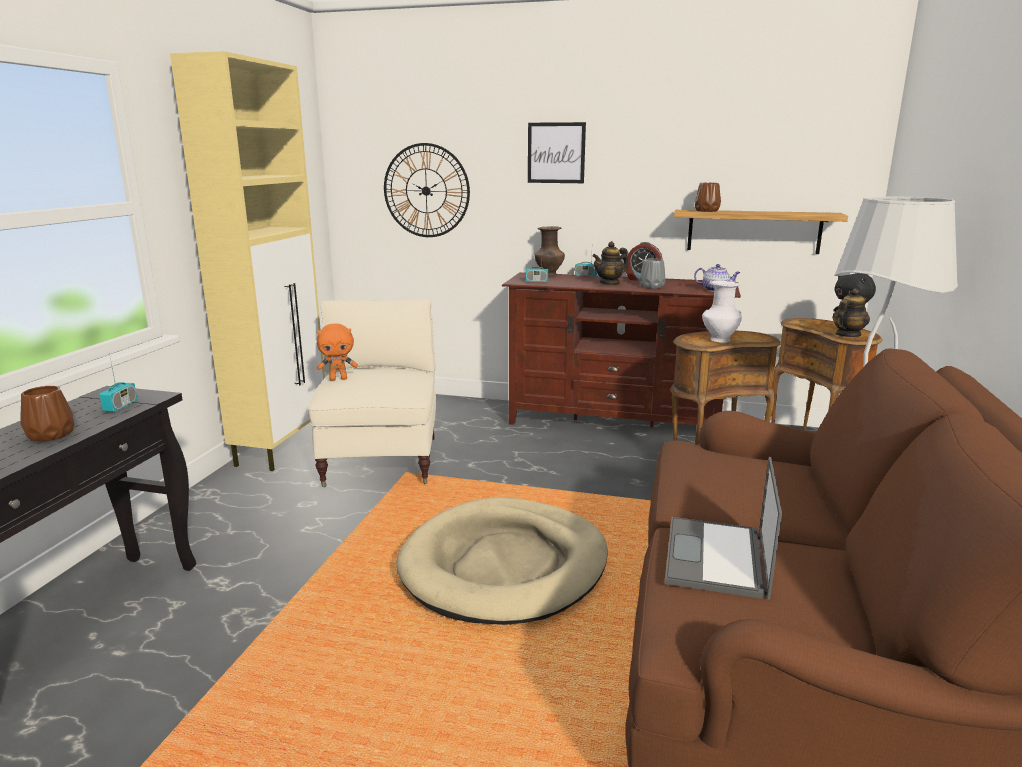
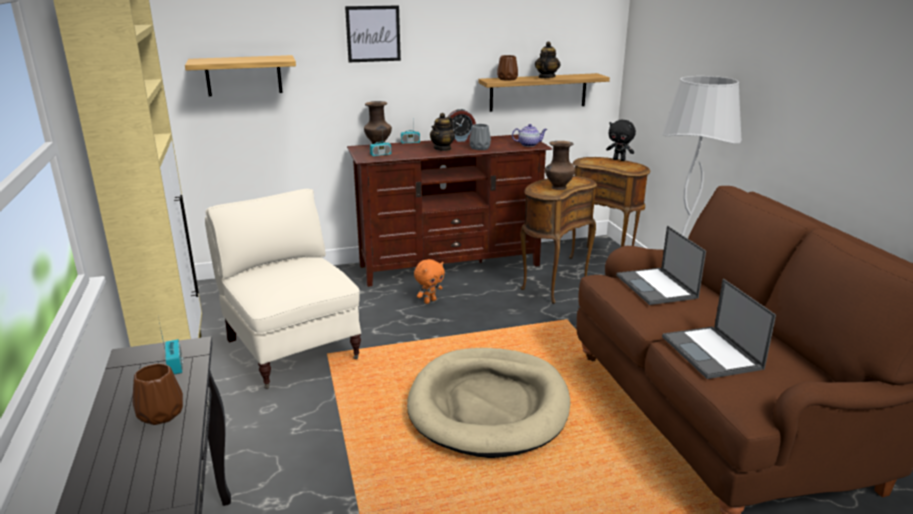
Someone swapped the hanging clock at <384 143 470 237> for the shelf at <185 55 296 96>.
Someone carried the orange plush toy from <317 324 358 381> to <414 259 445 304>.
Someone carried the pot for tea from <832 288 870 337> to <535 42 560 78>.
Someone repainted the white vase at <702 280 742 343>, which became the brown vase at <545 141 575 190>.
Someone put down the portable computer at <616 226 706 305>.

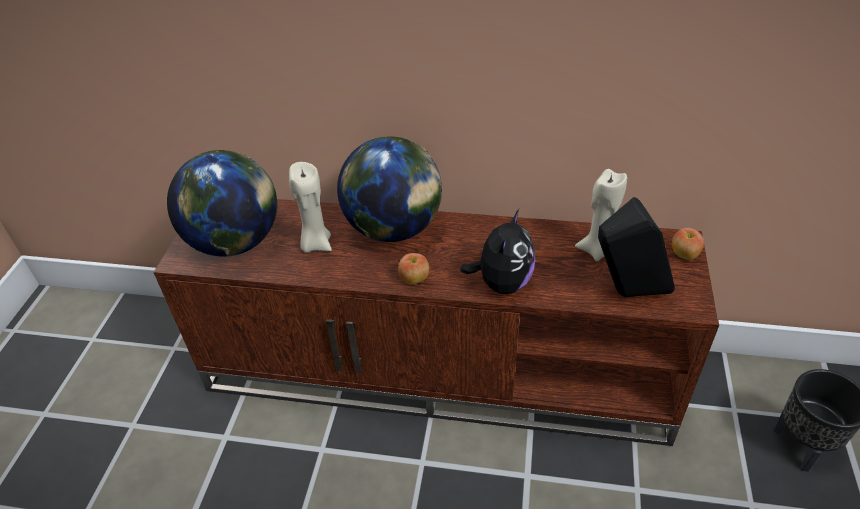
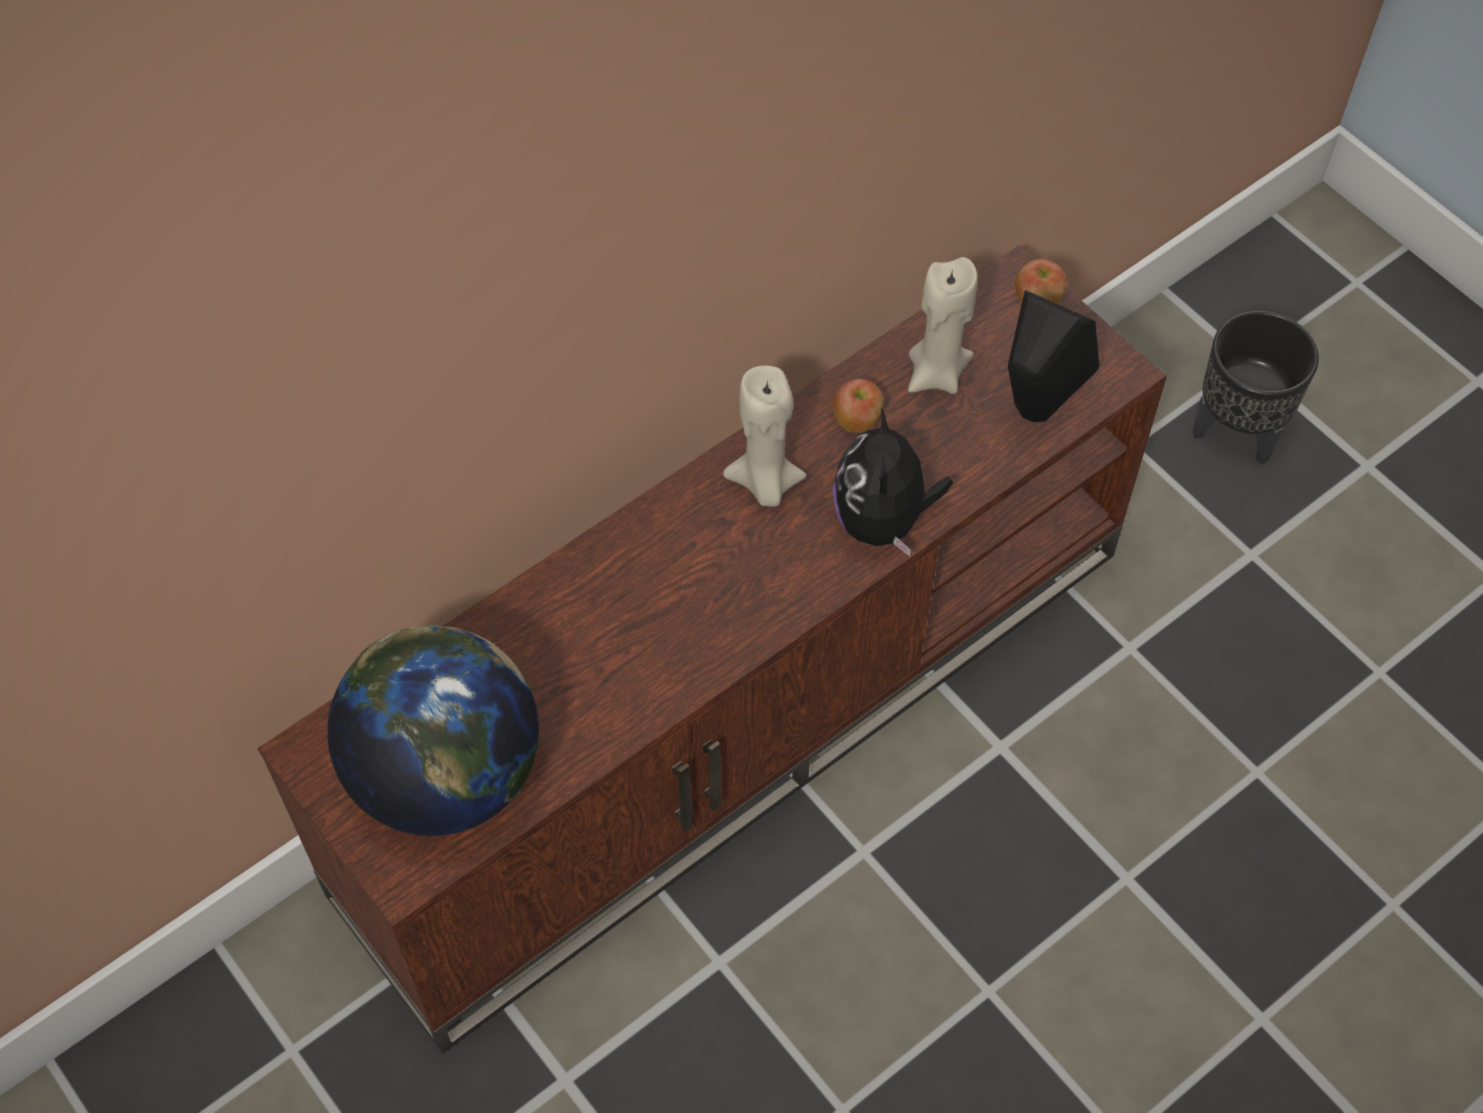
Someone carried the beige-coloured wax light from <289 162 332 253> to <723 366 806 507>.
Someone rotated the plush toy at <460 209 536 294> by 150 degrees counterclockwise.
Someone carried the whole apple from <398 253 429 285> to <833 379 883 433>.
Someone took away the globe at <337 136 442 242>.

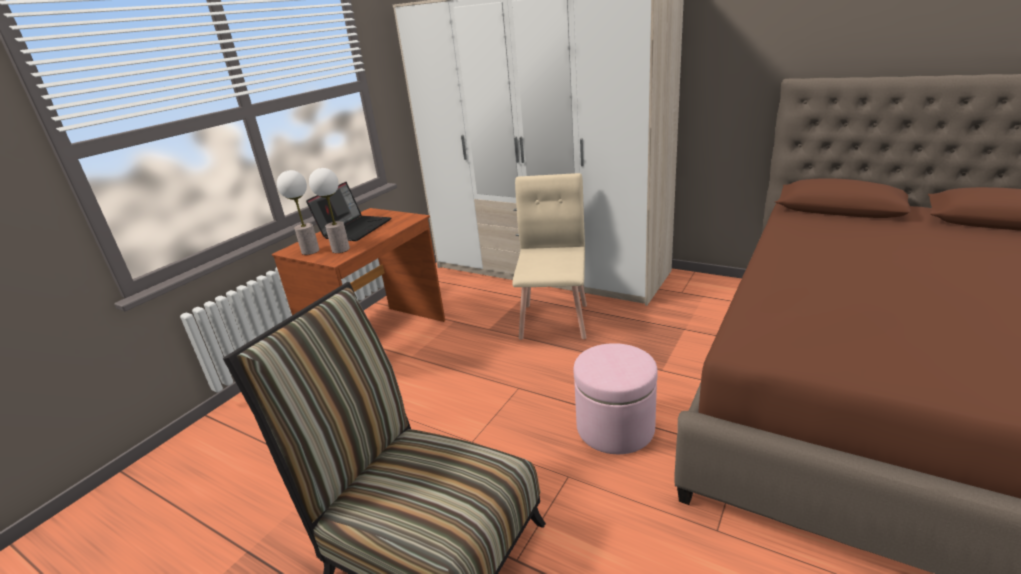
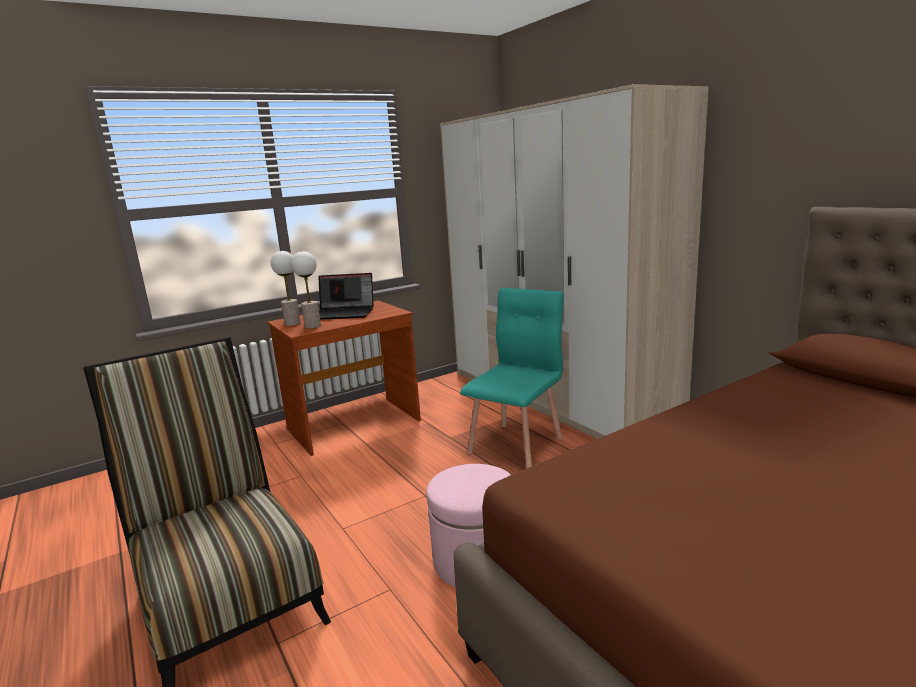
Someone rotated the portable computer at <306 182 391 241> by 45 degrees clockwise.
Someone repainted the beige-coloured chair at <512 173 587 340>, which became the turquoise-coloured chair at <460 288 563 469>.

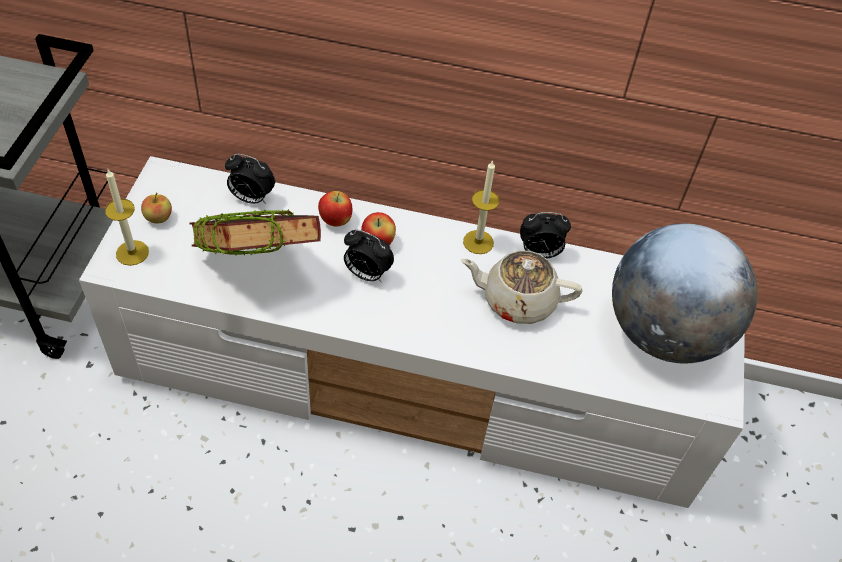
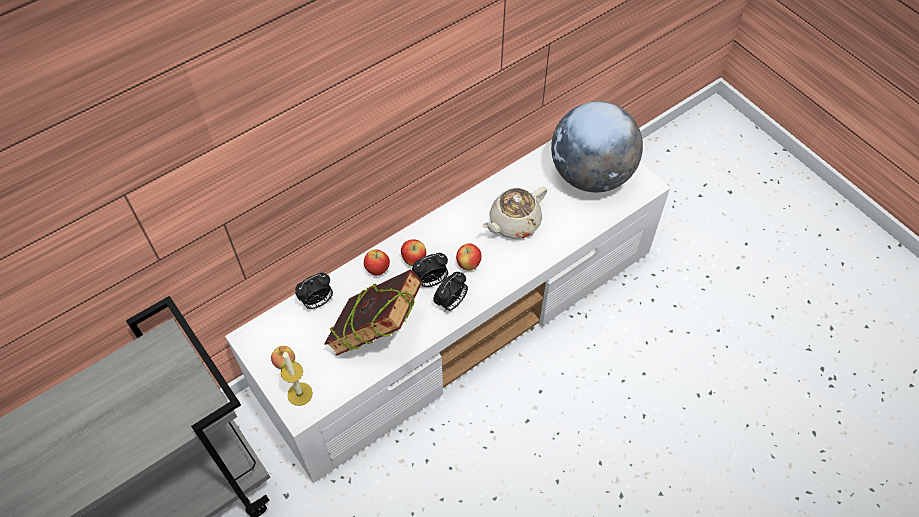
Someone carried the alarm clock from <520 212 571 259> to <433 272 468 311>.
Someone put down the whole apple at <456 243 482 270>.
Someone took away the wax light at <463 160 499 254>.

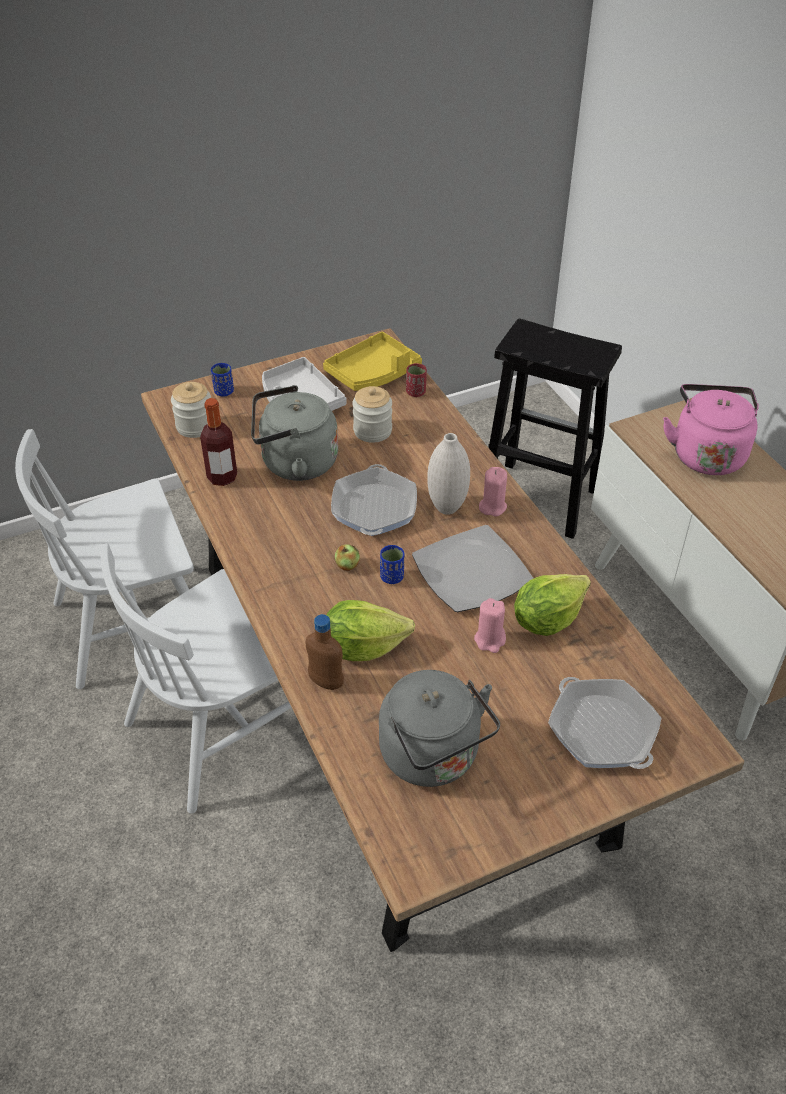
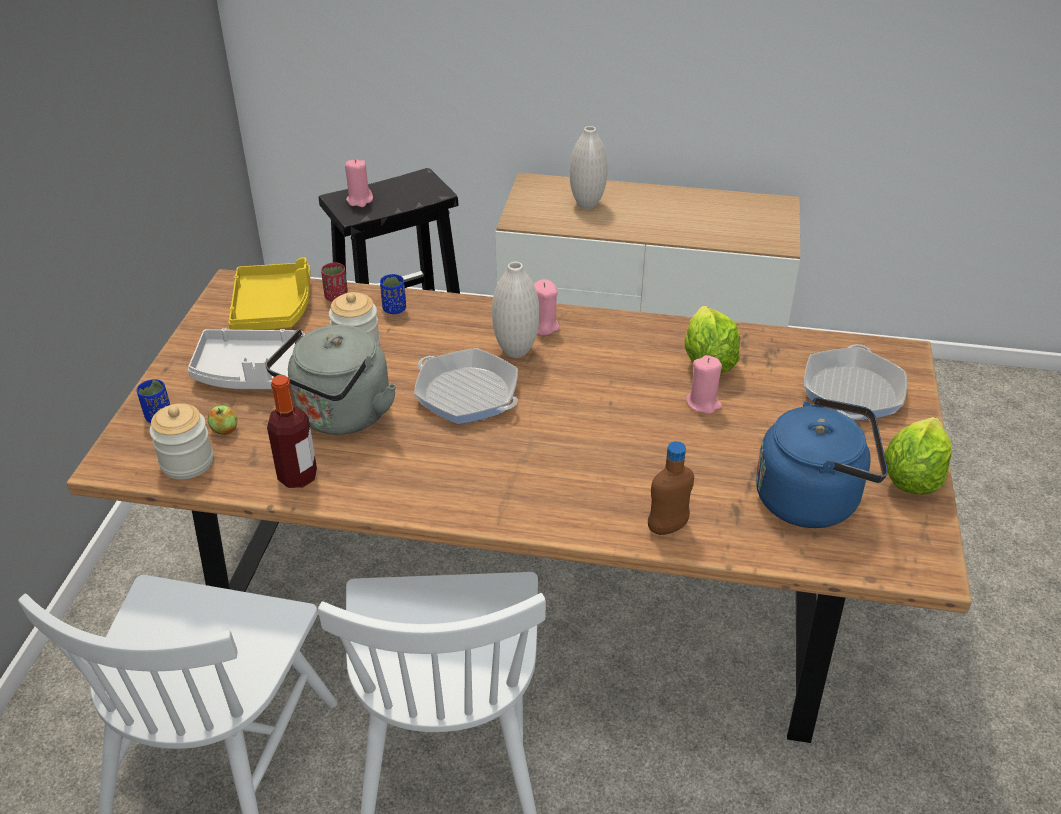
Someone carried the whole apple from <335 545 360 571> to <208 405 237 435>.
Someone put down the pink-coloured wax light at <345 159 373 207>.
Someone carried the blue drinking cup from <380 545 404 584> to <380 274 406 314>.
Someone swapped the pink-coloured kettle at <663 384 759 475> for the white vase at <569 126 608 209>.
Someone repainted the gray kettle at <379 670 500 787>, which became the blue kettle at <756 397 888 528>.
Someone rotated the skillet at <548 677 661 769> by 105 degrees clockwise.
Someone carried the head of lettuce from <326 600 415 661> to <884 417 952 494>.
Someone took away the plate at <412 525 534 612>.

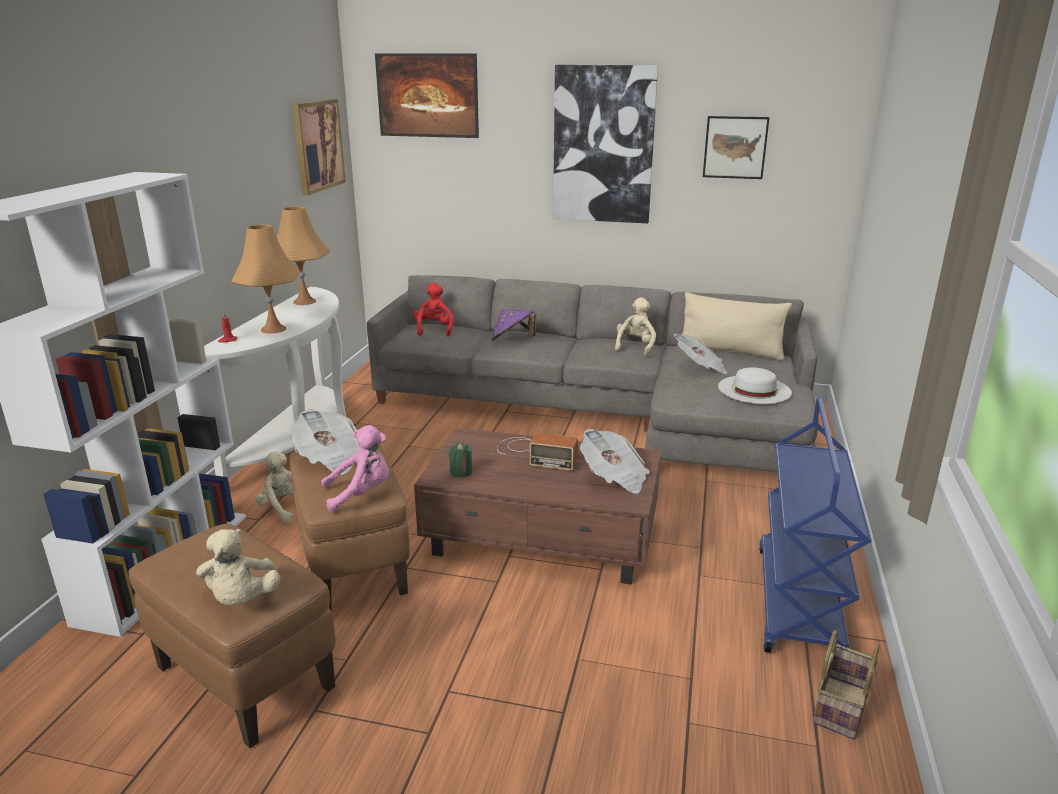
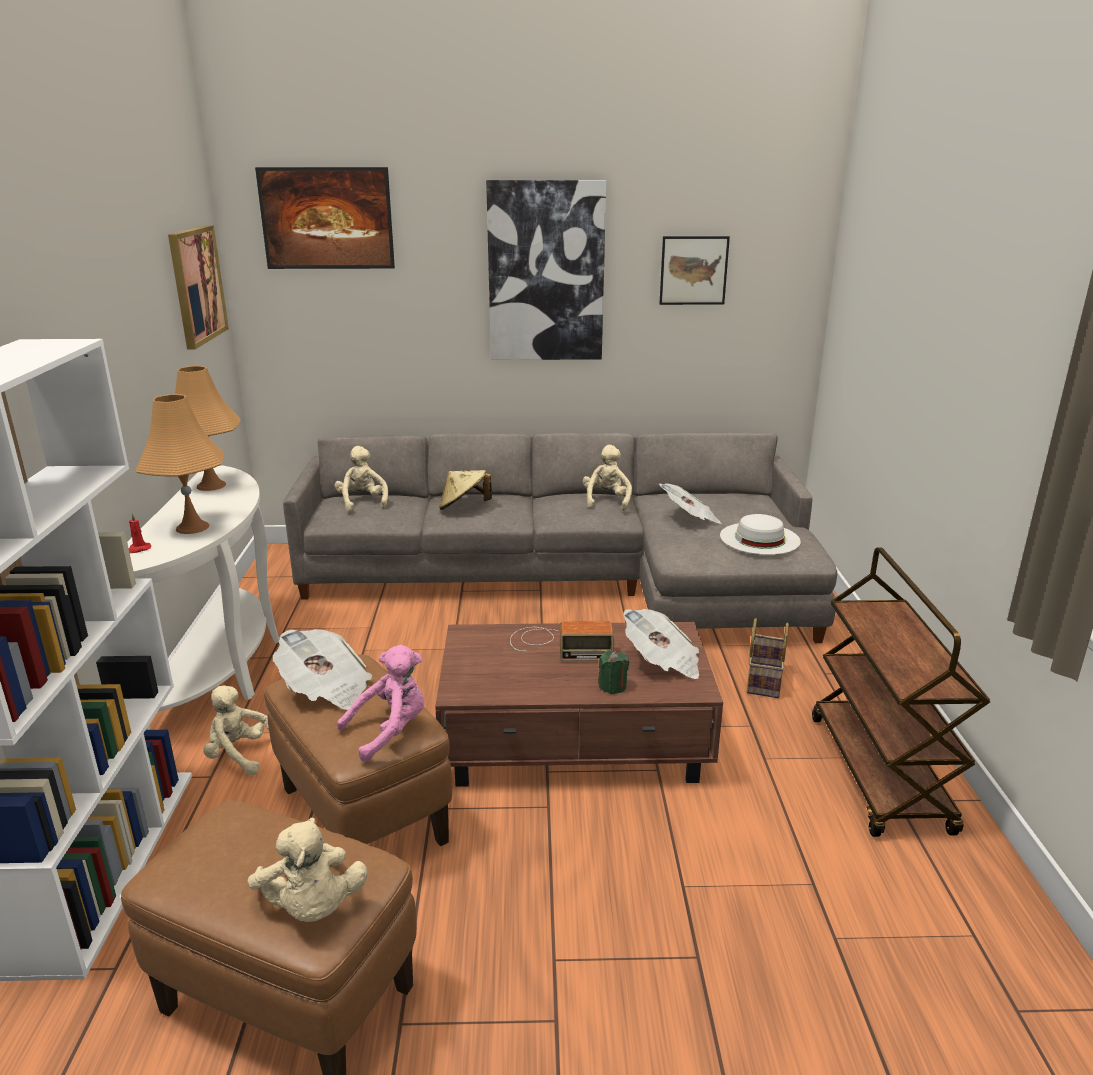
Someone repainted the red plush toy at <413 283 454 336>, which became the beige-coloured plush toy at <335 446 388 512>.
Someone repainted the purplish clothing hat at <491 309 536 341>, which became the beige-coloured clothing hat at <439 470 492 510>.
Someone carried the green wax light from <449 442 472 477> to <598 650 629 694>.
Someone carried the basket from <813 630 880 739> to <747 618 789 698>.
Someone repainted the blue wheeled cart at <759 398 872 653>, which became the brown wheeled cart at <812 547 990 837>.
Someone took away the beige-coloured pillow at <677 292 792 360>.

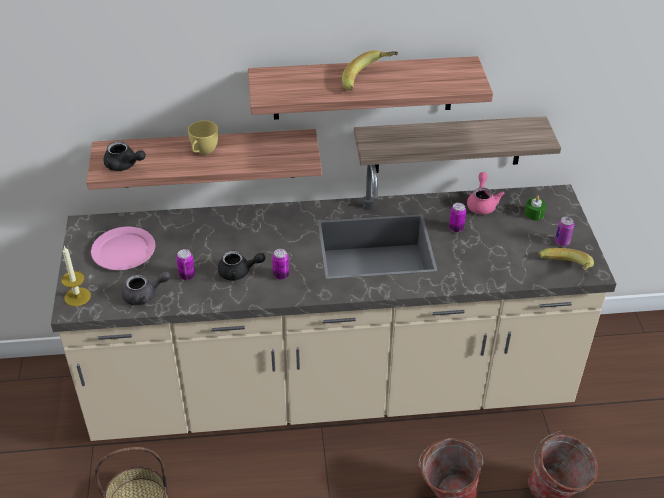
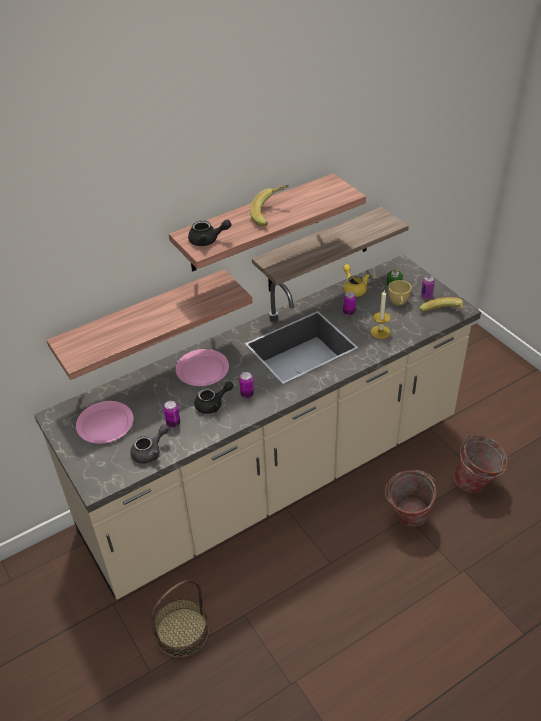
Someone put down the pink-coloured plate at <176 349 229 386>.
Someone carried the blackish pot for tea from <103 141 146 171> to <188 220 232 246>.
Someone repainted the pink-coloured pot for tea at <467 172 505 215>, which became the yellow-coloured pot for tea at <343 264 370 297>.
Someone carried the wax light from <61 246 91 306> to <371 290 391 339>.
Someone carried the yellow-coloured drinking cup from <188 120 218 155> to <388 280 411 306>.

